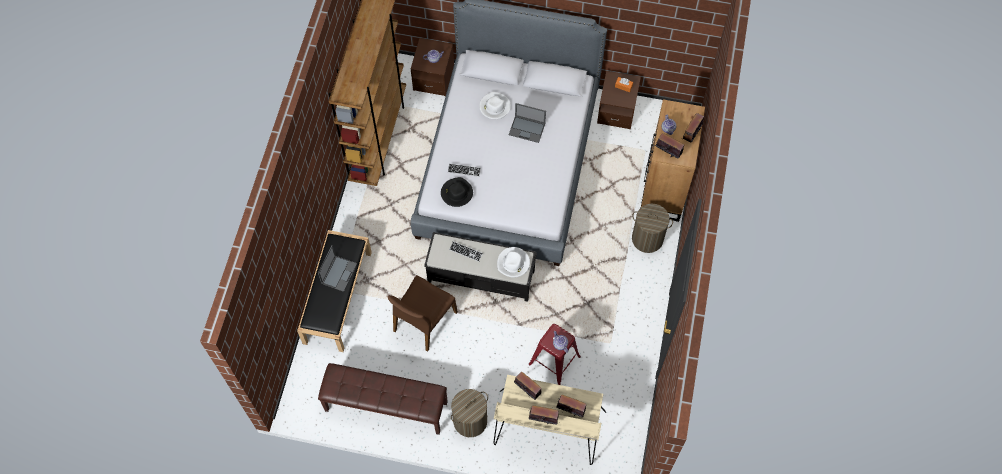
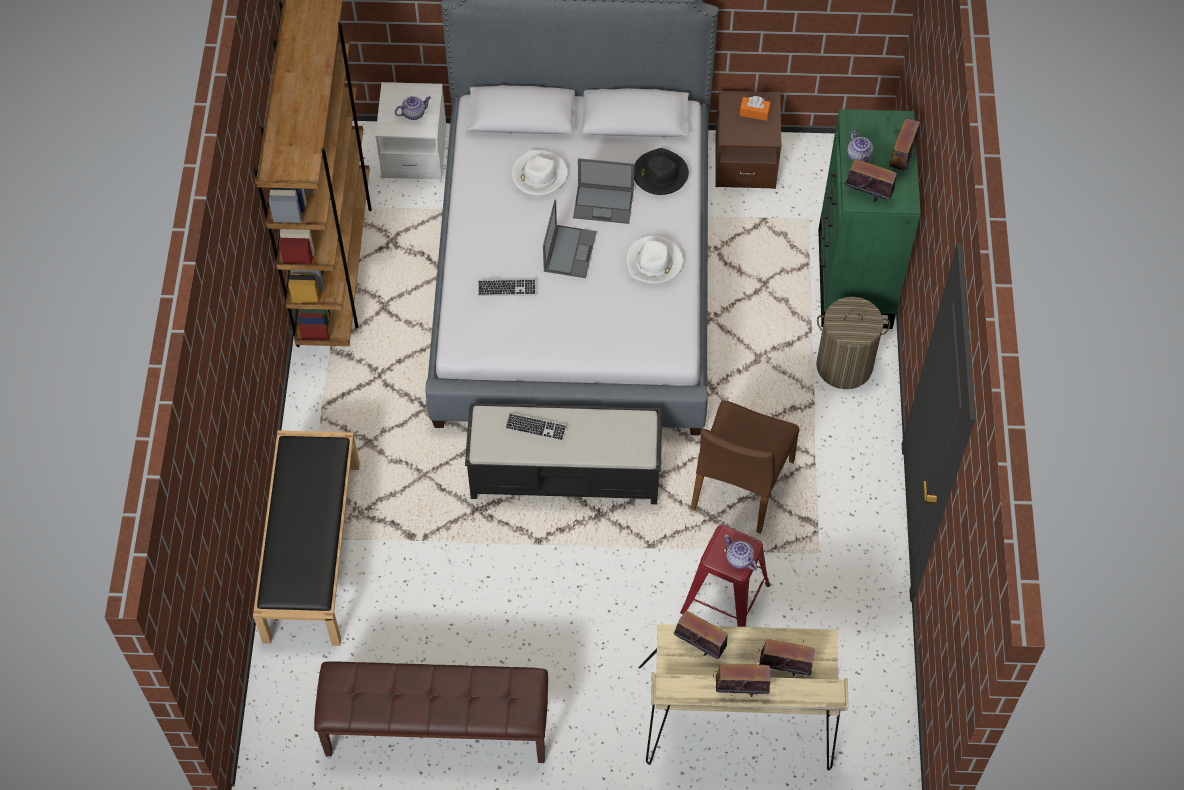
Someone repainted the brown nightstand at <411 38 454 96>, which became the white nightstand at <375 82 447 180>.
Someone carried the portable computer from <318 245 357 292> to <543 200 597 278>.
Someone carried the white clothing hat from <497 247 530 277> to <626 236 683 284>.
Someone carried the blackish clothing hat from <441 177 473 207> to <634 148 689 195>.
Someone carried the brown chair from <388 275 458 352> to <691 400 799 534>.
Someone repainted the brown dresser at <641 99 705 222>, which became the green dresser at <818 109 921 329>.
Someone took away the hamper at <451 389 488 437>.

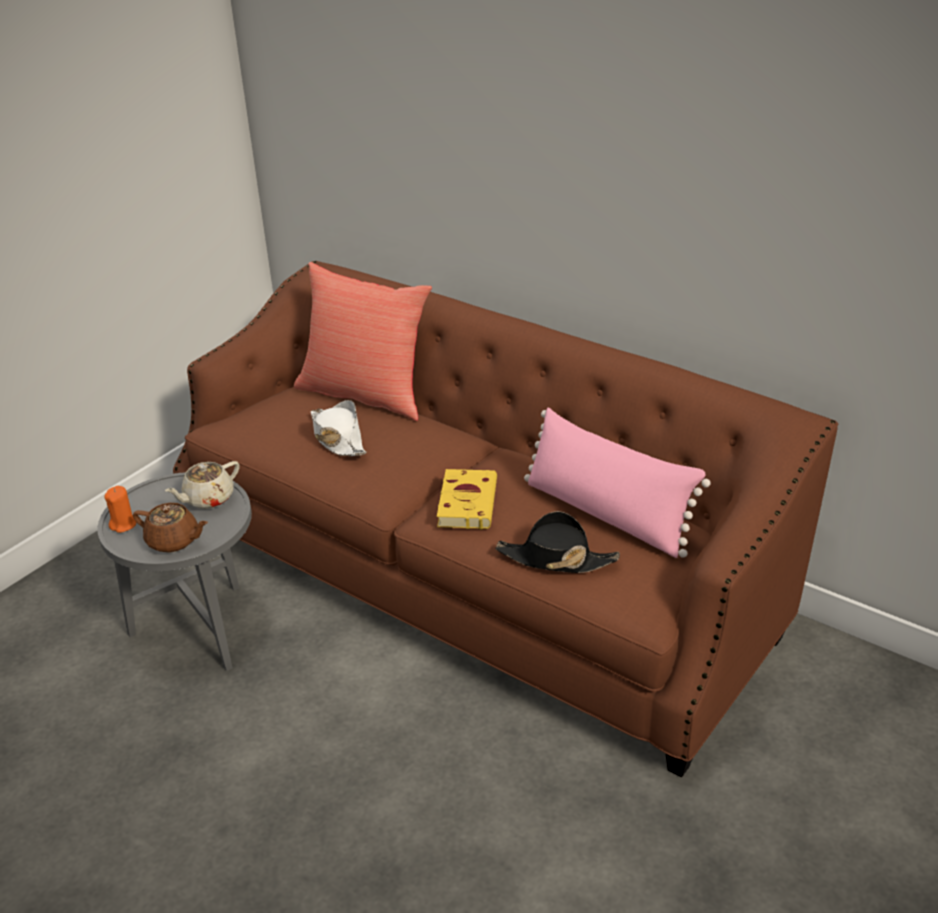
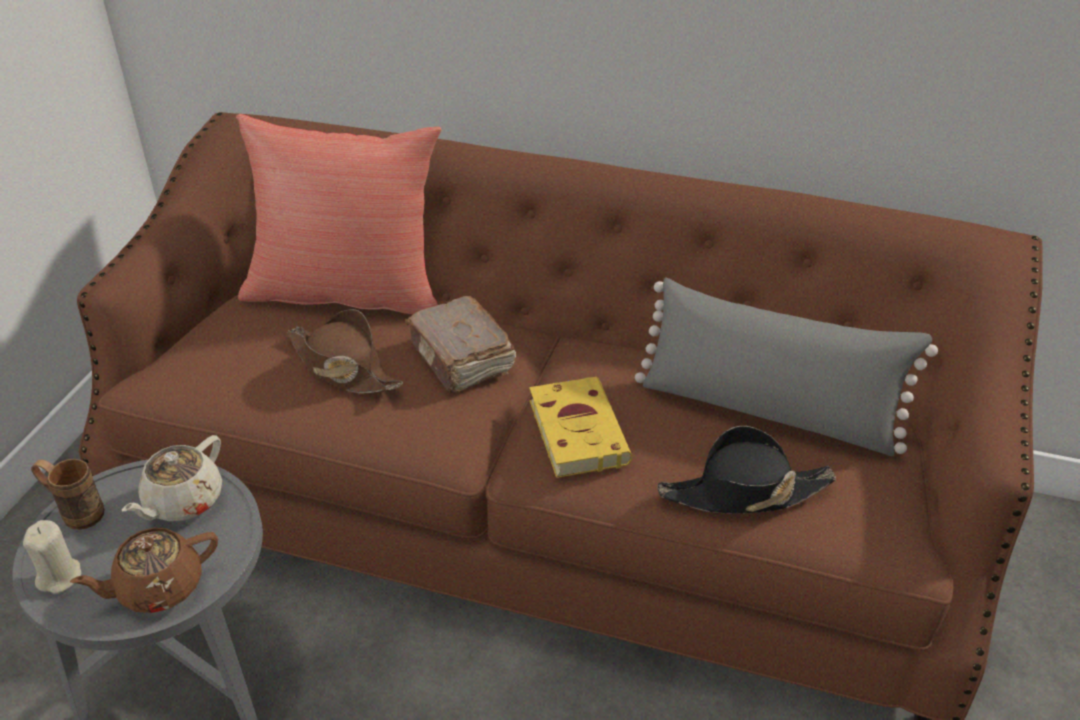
Someone repainted the orange wax light at <104 486 136 533>, which became the beige-coloured wax light at <23 520 81 594>.
Someone put down the brown tea mug at <31 459 105 530>.
Someone rotated the brown pot for tea at <133 503 208 553> by 150 degrees clockwise.
Someone repainted the white clothing hat at <311 400 367 456>, which became the brown clothing hat at <287 309 403 393>.
Someone put down the brown volume at <405 296 516 393>.
Someone repainted the pink-coloured pillow at <524 408 711 558>, which became the gray pillow at <635 278 938 456>.

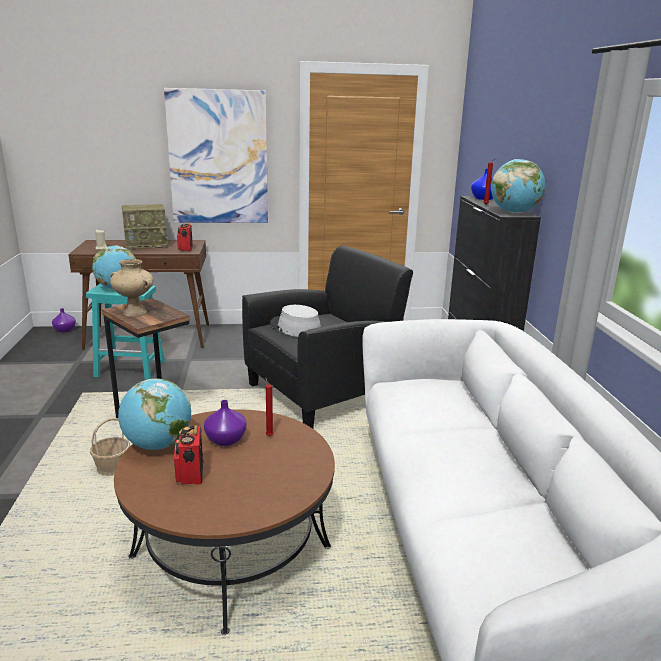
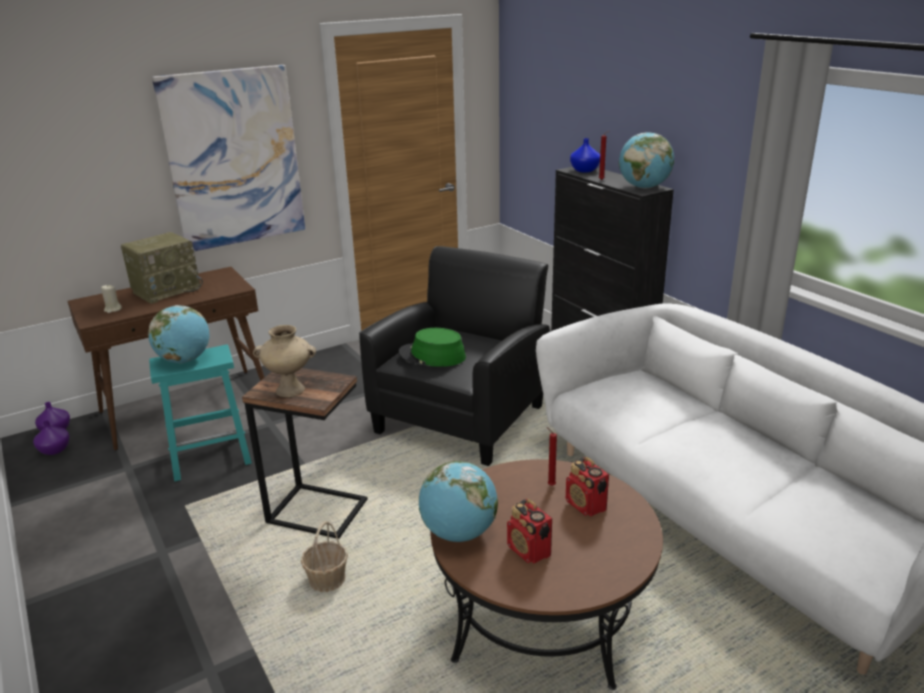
Someone carried the purplish vase from <204 400 247 446> to <33 420 70 455>.
Someone repainted the gray clothing hat at <270 305 321 337>, which became the green clothing hat at <399 328 466 367>.
Someone carried the radio set from <177 222 193 251> to <566 457 609 516>.

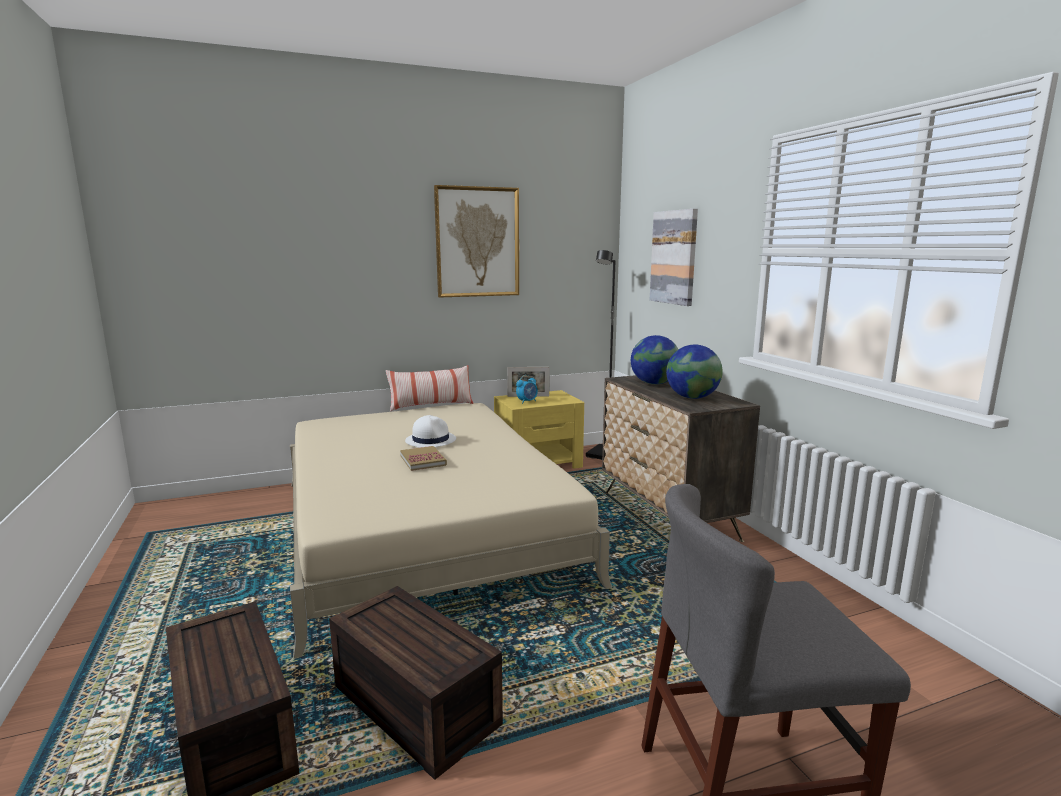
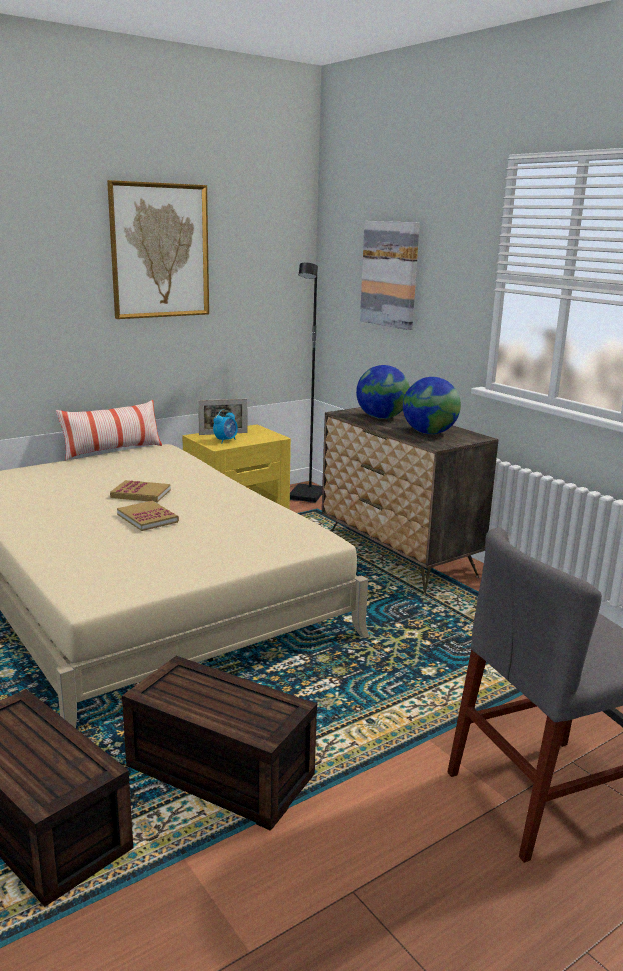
Someone swapped the white clothing hat at <405 415 456 448> for the volume at <110 480 171 502>.

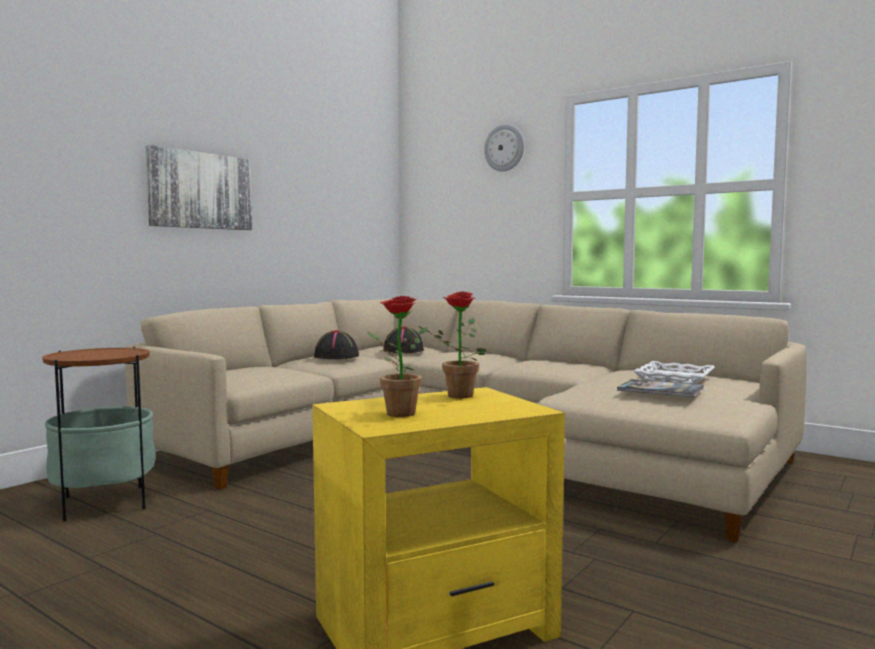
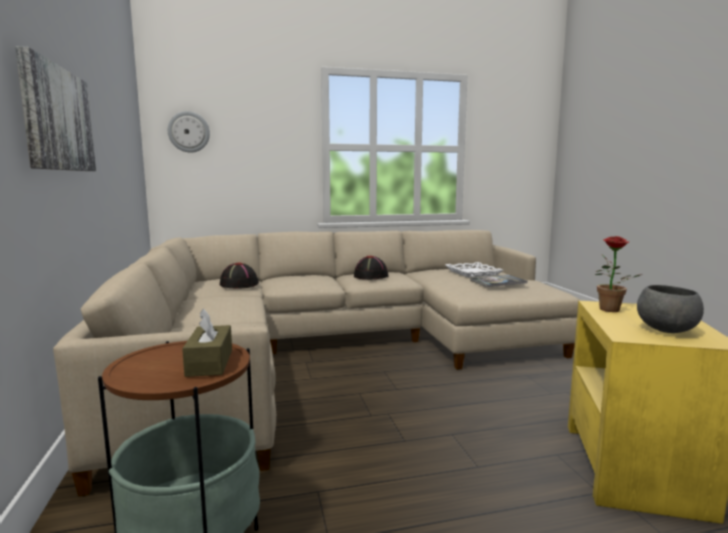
Someone carried the hanging clock from <484 124 524 172> to <168 111 210 153>.
Someone put down the brown box of tissues at <182 309 232 377>.
Someone carried the blackish clothing hat from <314 330 359 359> to <354 255 388 279>.
Someone swapped the potted plant at <367 296 428 417> for the gray deep dish at <637 285 704 333>.

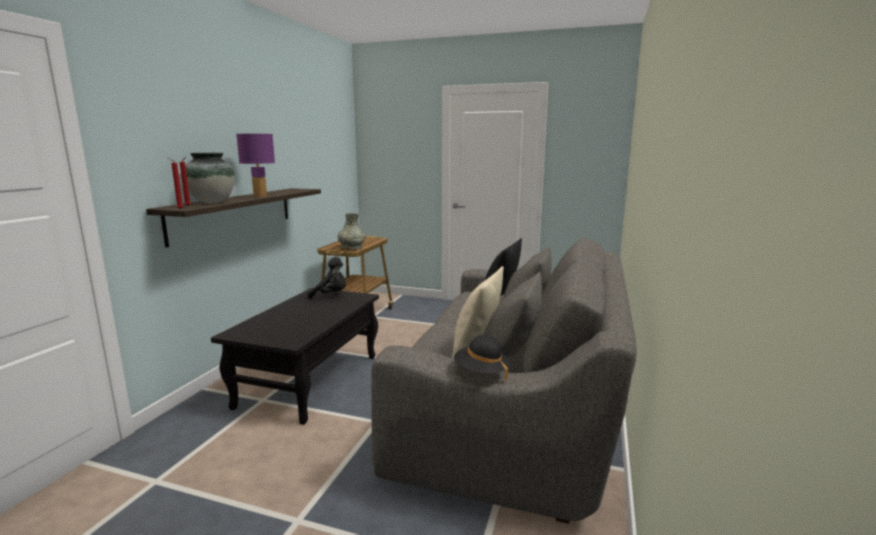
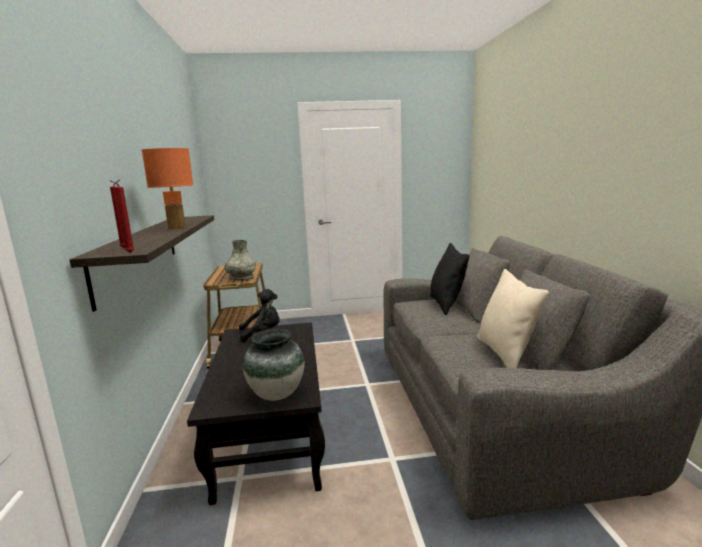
Someone repainted the purplish tabletop lamp at <236 134 275 197>, which became the orange tabletop lamp at <142 148 193 229>.
Someone carried the vase from <186 153 235 203> to <243 329 305 401>.
Someone took away the blackish clothing hat at <454 335 510 380>.

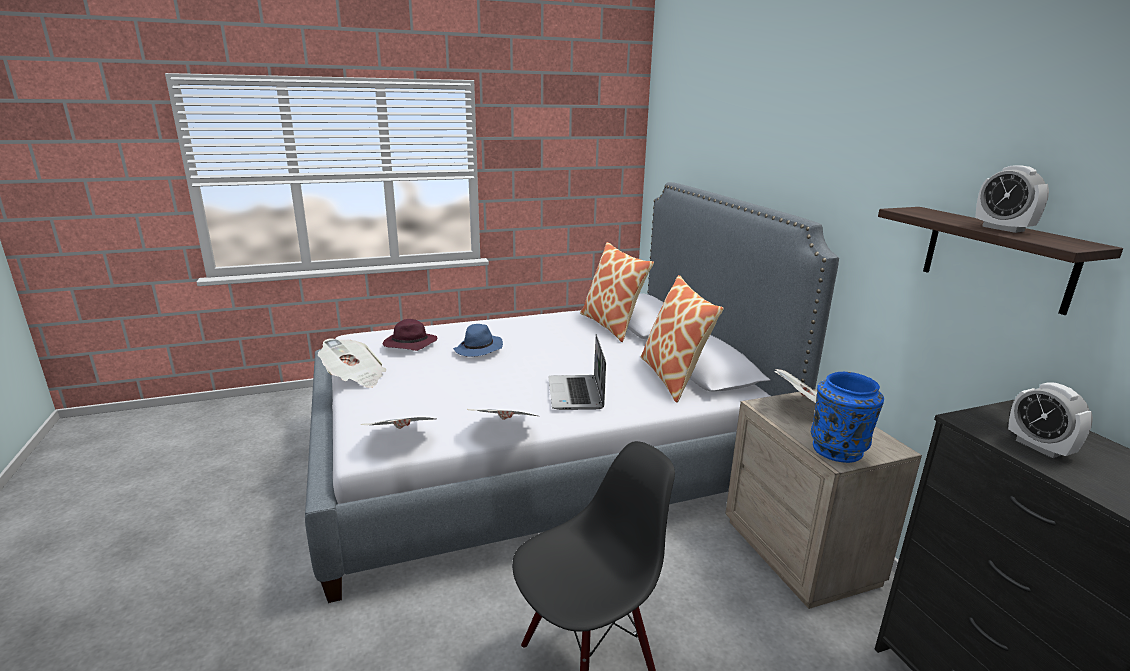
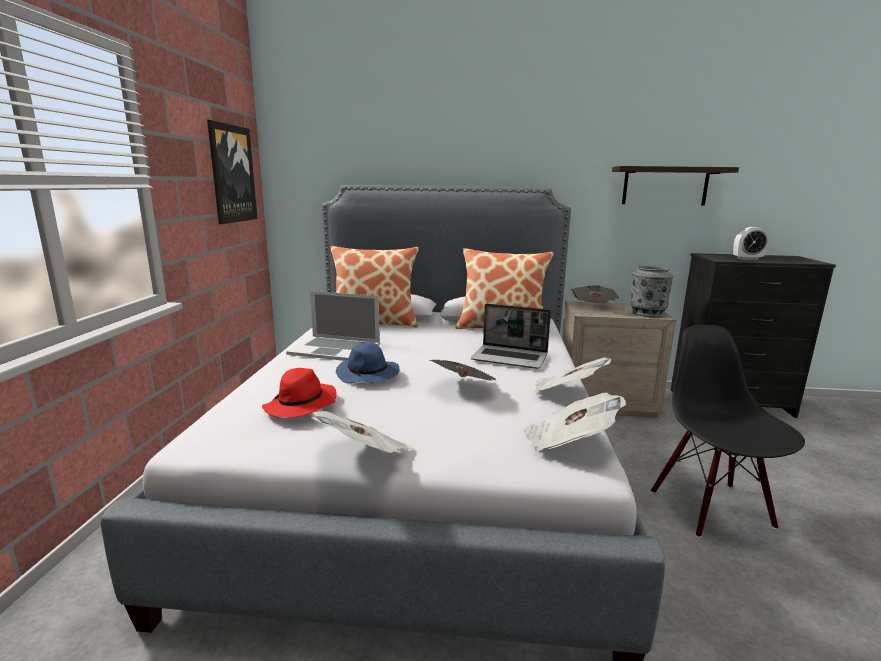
Someone put up the wall picture at <207 120 258 224>.
Someone repainted the purplish clothing hat at <383 319 437 351>, which became the red clothing hat at <262 368 337 418>.
Someone put down the portable computer at <286 291 380 361>.
Someone put down the daily paper at <430 360 497 381>.
Someone repainted the blue vase at <811 372 884 463>, which became the gray vase at <630 265 673 317>.
Someone took away the alarm clock at <975 165 1049 233>.

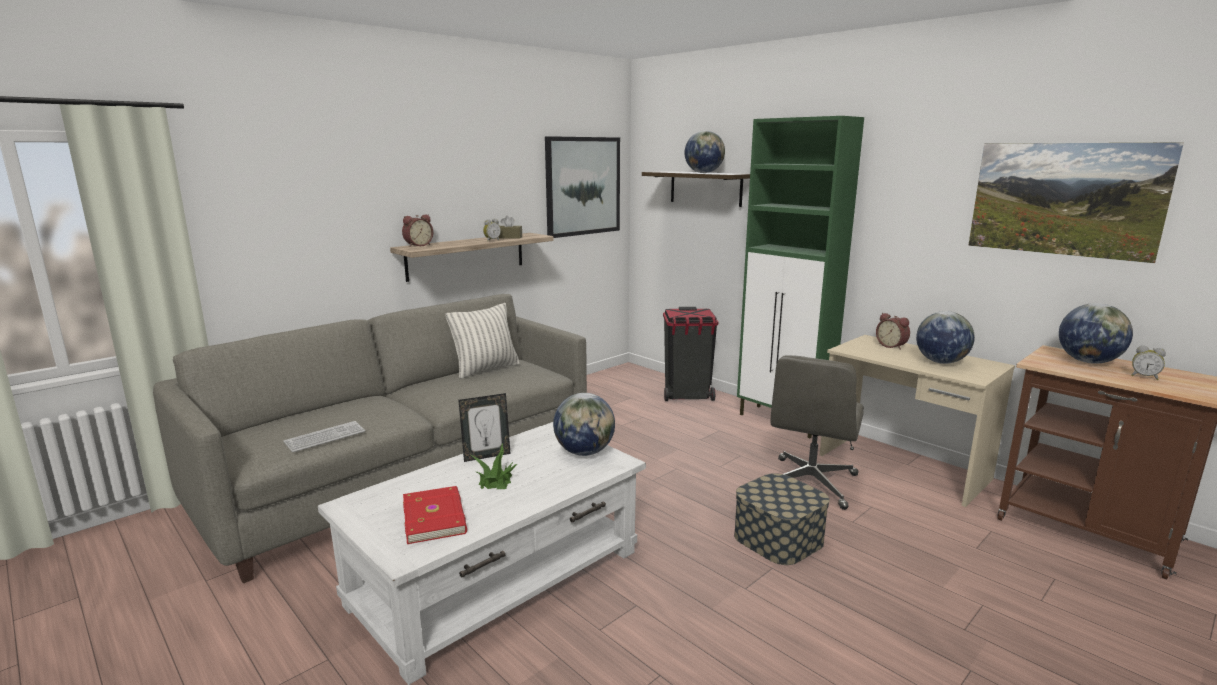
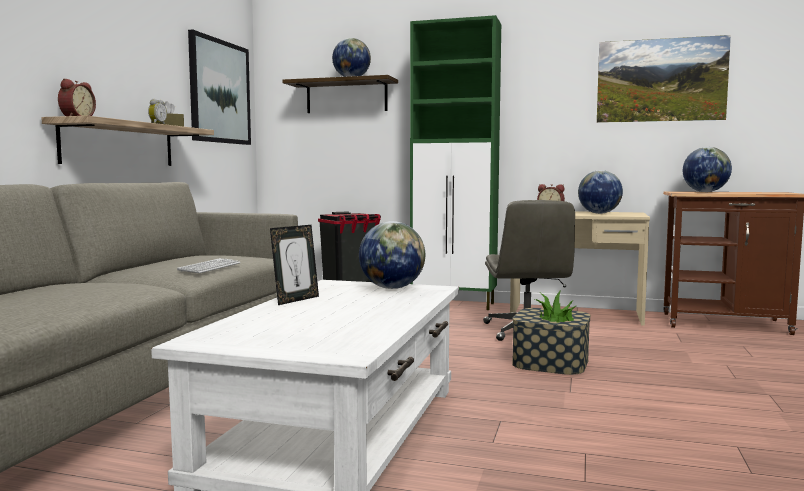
Someone carried the PC keyboard from <283 421 365 452> to <177 258 241 273>.
Someone carried the potted plant from <471 444 517 489> to <535 289 576 323>.
Someone took away the red volume at <403 486 467 544>.
Someone took away the pillow at <446 303 520 379>.
Someone took away the alarm clock at <1131 346 1166 380>.

